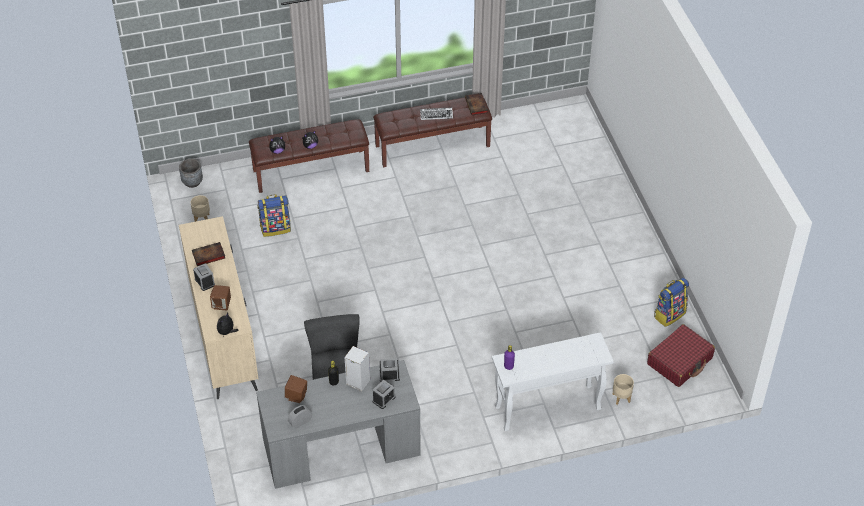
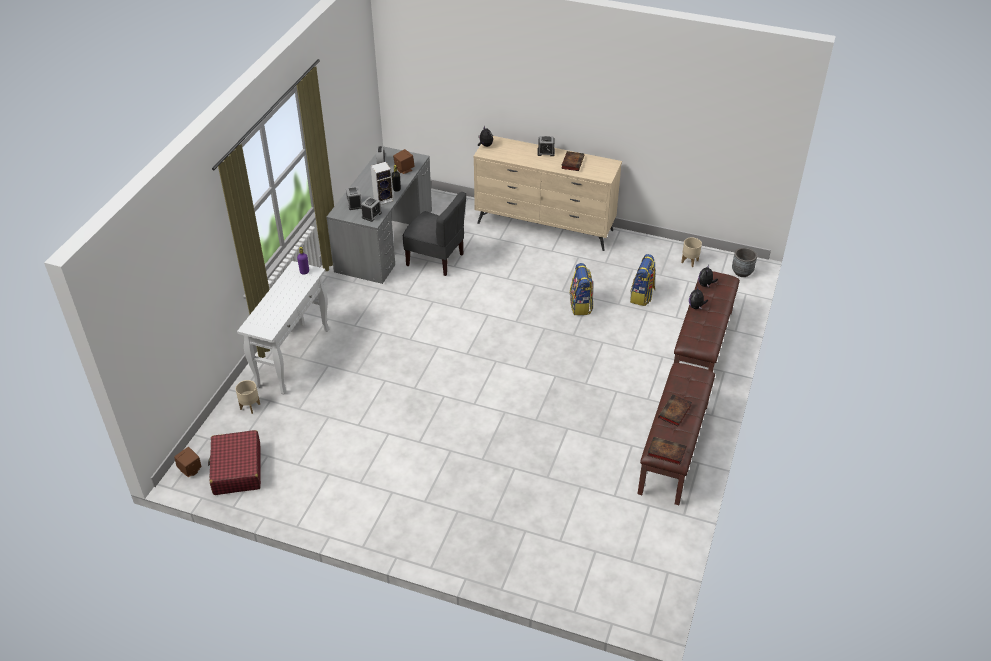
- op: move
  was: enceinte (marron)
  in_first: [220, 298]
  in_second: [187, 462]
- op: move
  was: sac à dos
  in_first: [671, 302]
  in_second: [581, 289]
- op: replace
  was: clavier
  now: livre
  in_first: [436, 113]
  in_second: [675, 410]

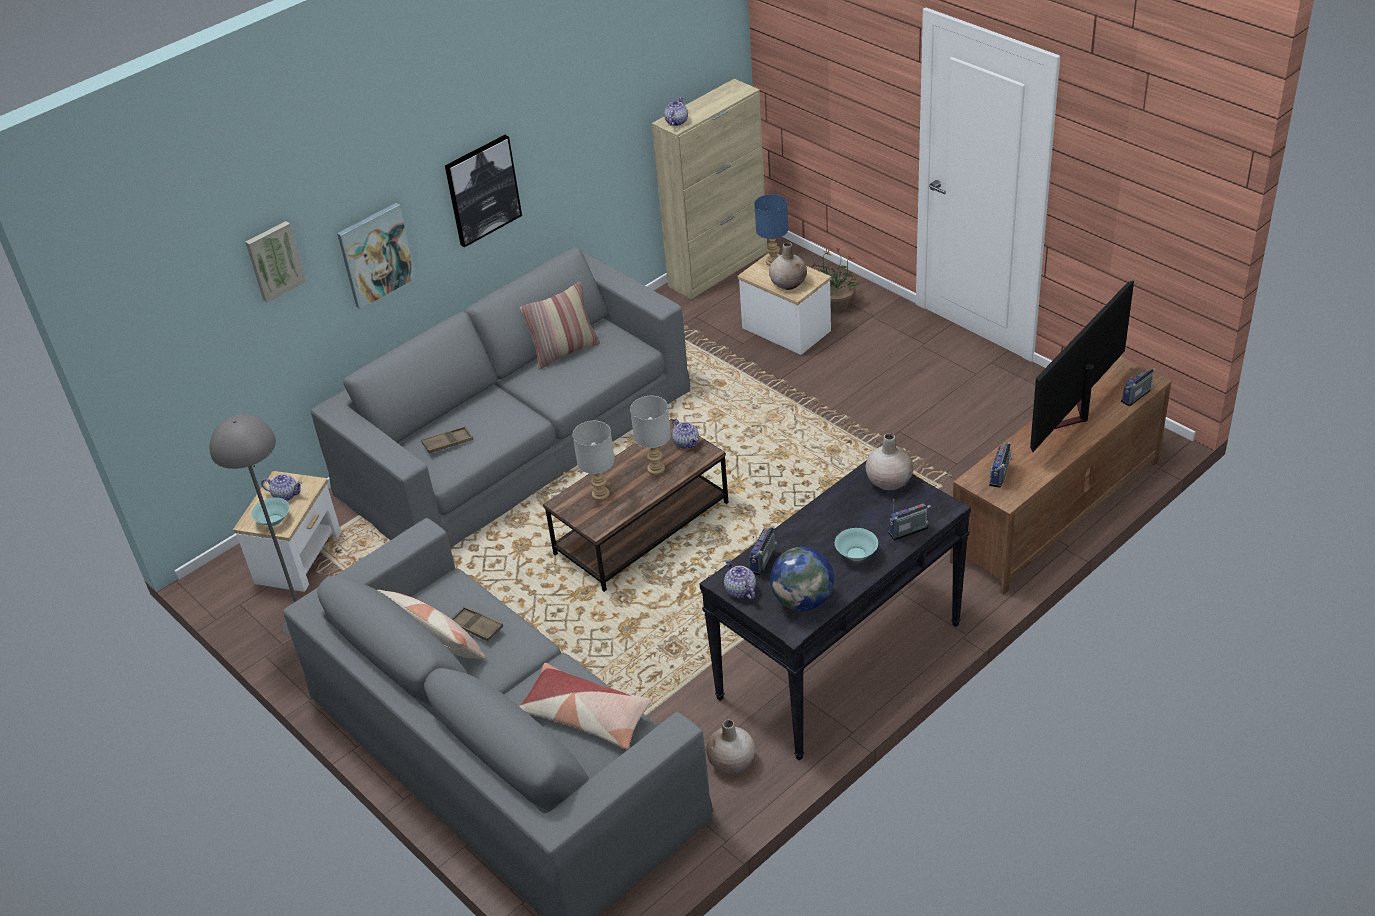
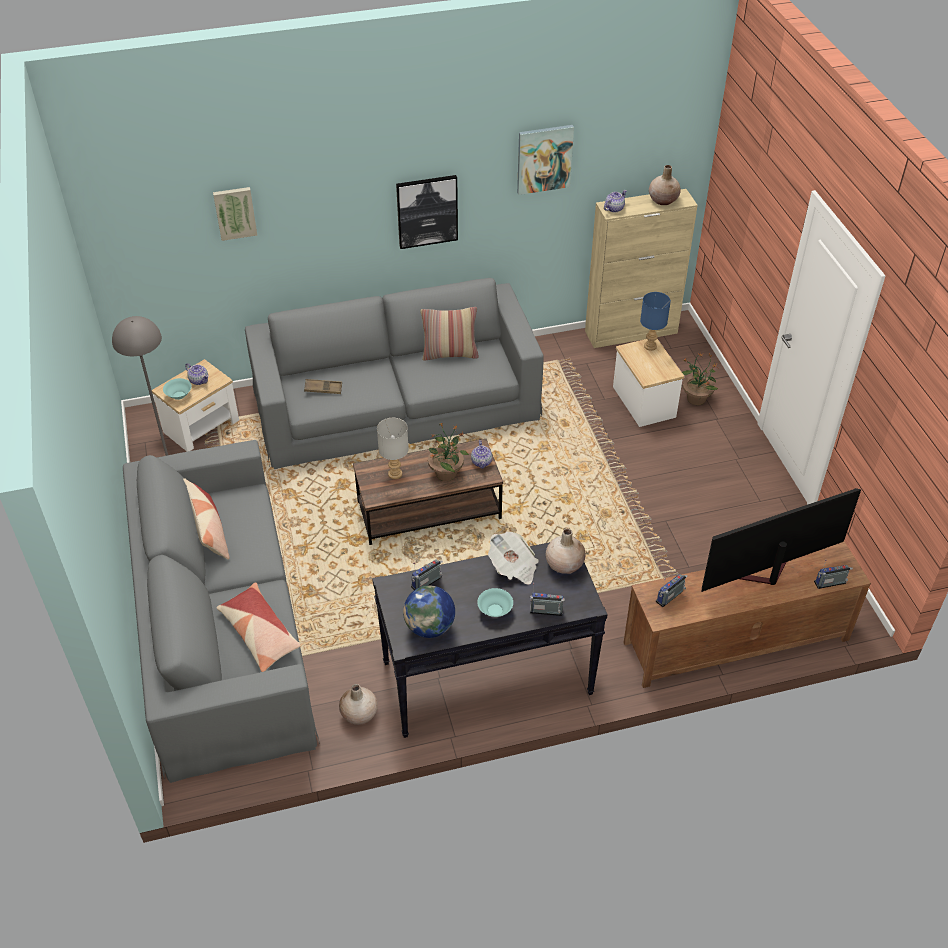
- op: replace
  was: lampe de table (gris)
  now: plante en pot
  in_first: [650, 435]
  in_second: [448, 452]
- op: insert
  now: journal
  in_second: [513, 558]
- op: move
  was: tableau
  in_first: [376, 256]
  in_second: [545, 160]
- op: move
  was: vase (beige)
  in_first: [788, 266]
  in_second: [665, 185]
- op: delete
  was: plateau (marron)
  in_first: [477, 623]
- op: delete
  was: théière
  in_first: [740, 579]

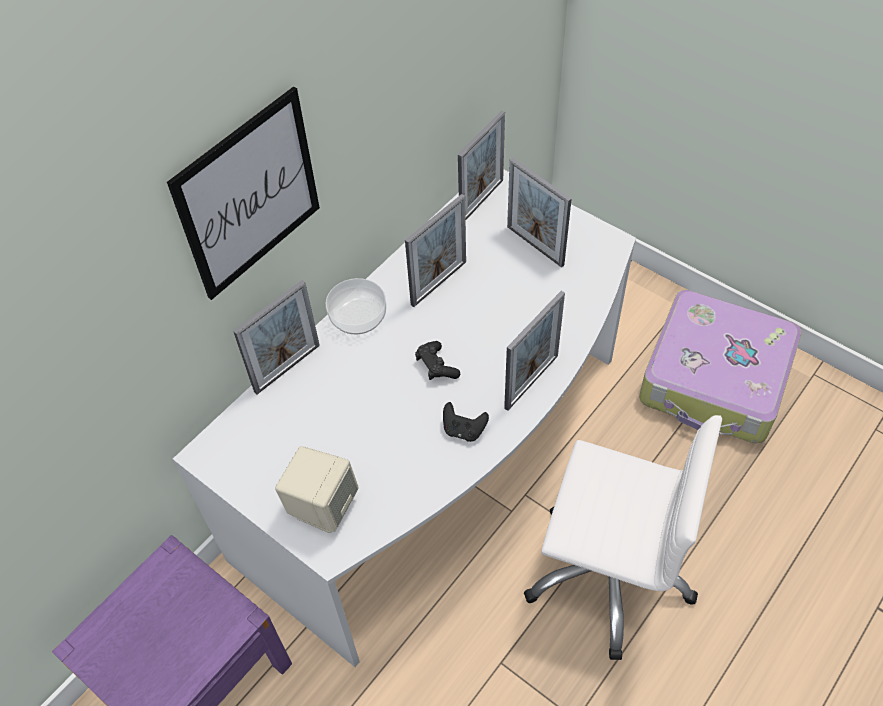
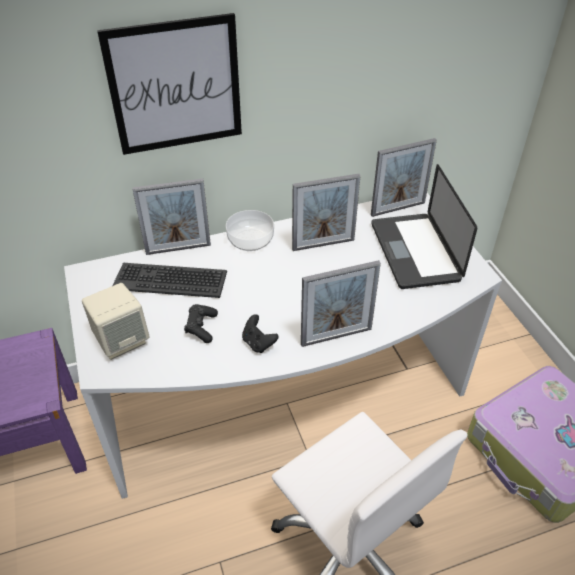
- op: insert
  now: clavier
  in_second: [169, 280]
- op: move
  was: manette (noir)
  in_first: [437, 360]
  in_second: [201, 323]
- op: replace
  was: cadre photo
  now: ordinateur portable
  in_first: [539, 213]
  in_second: [424, 226]

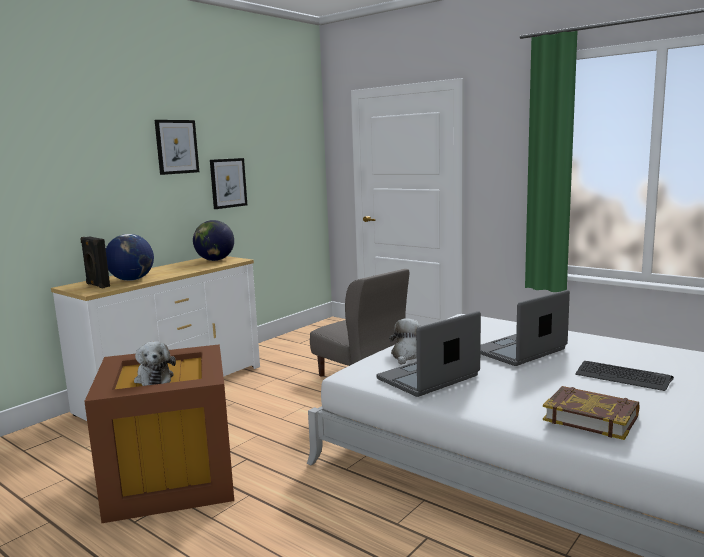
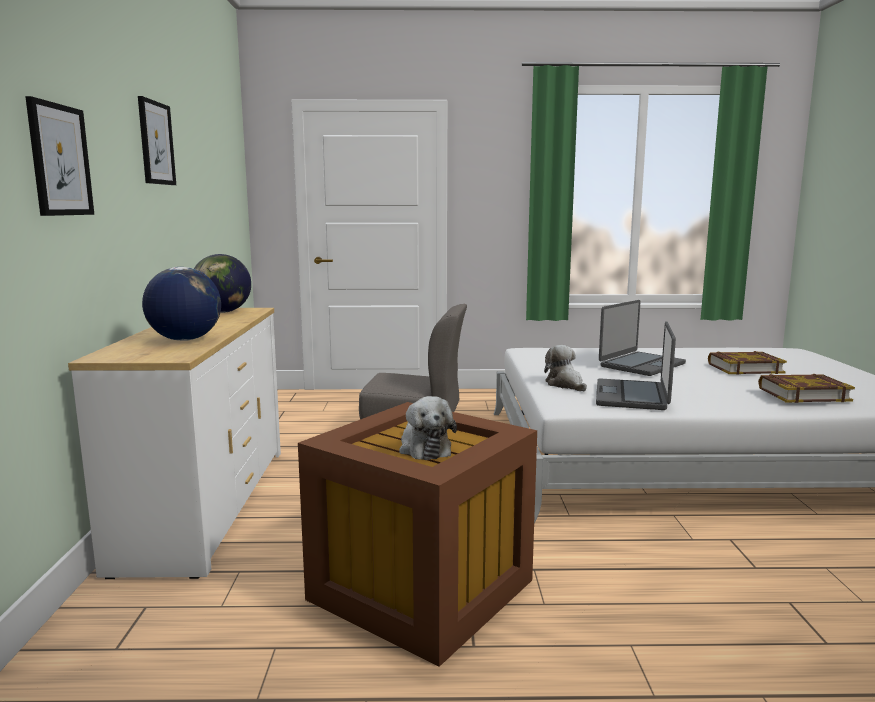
- op: move
  was: tableau
  in_first: [228, 183]
  in_second: [59, 156]
- op: rotate
  was: peluche
  in_first: [155, 363]
  in_second: [428, 428]
  clockwise: 45
- op: rotate
  was: ordinateur portable
  in_first: [525, 328]
  in_second: [642, 338]
  clockwise: -150
- op: replace
  was: clavier
  now: livre
  in_first: [624, 376]
  in_second: [747, 363]
- op: delete
  was: enceinte (noir)
  in_first: [95, 263]

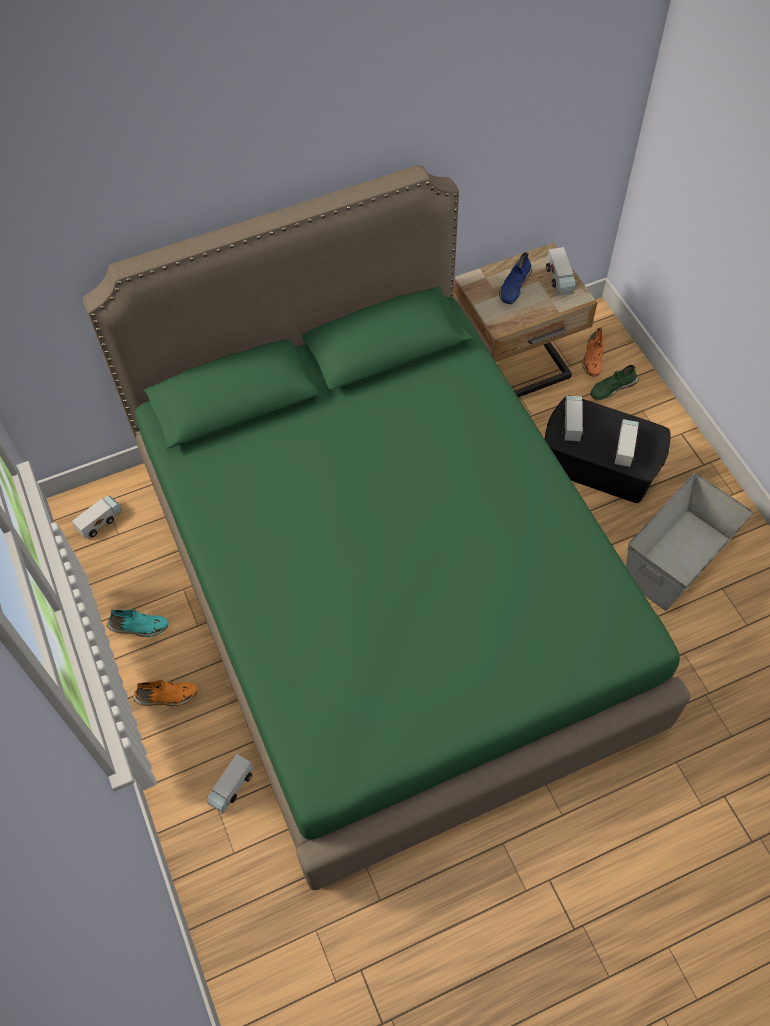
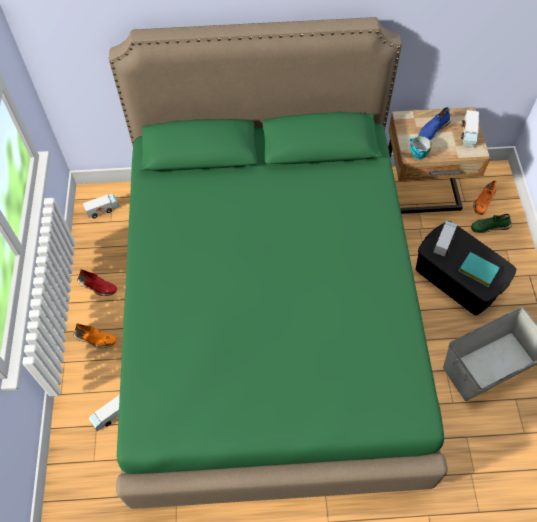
- op: recolor
  was: chaussure (turquoise)
  now: chaussure (rouge)
  in_first: [137, 623]
  in_second: [97, 282]
- op: insert
  now: tasse
  in_second: [421, 147]
- op: replace
  was: camion jouet
  now: livre (turquoise)
  in_first: [626, 443]
  in_second: [479, 269]

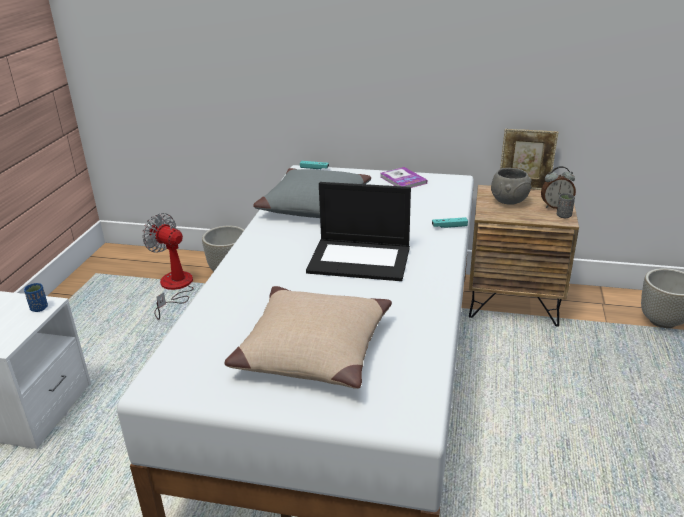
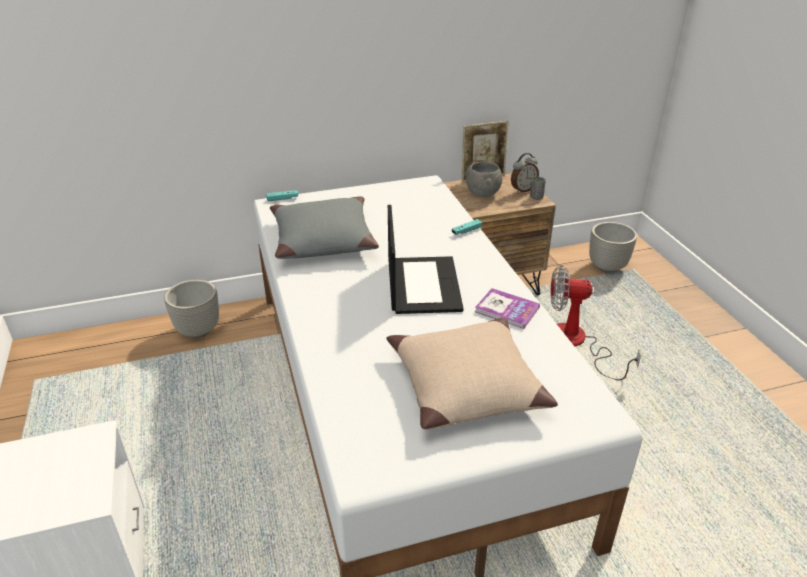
- op: rotate
  was: ordinateur portable
  in_first: [358, 231]
  in_second: [426, 259]
  clockwise: -75
- op: move
  was: livre
  in_first: [403, 177]
  in_second: [507, 308]
- op: move
  was: ventilateur
  in_first: [168, 266]
  in_second: [596, 322]
- op: delete
  was: tasse (bleu)
  in_first: [36, 297]

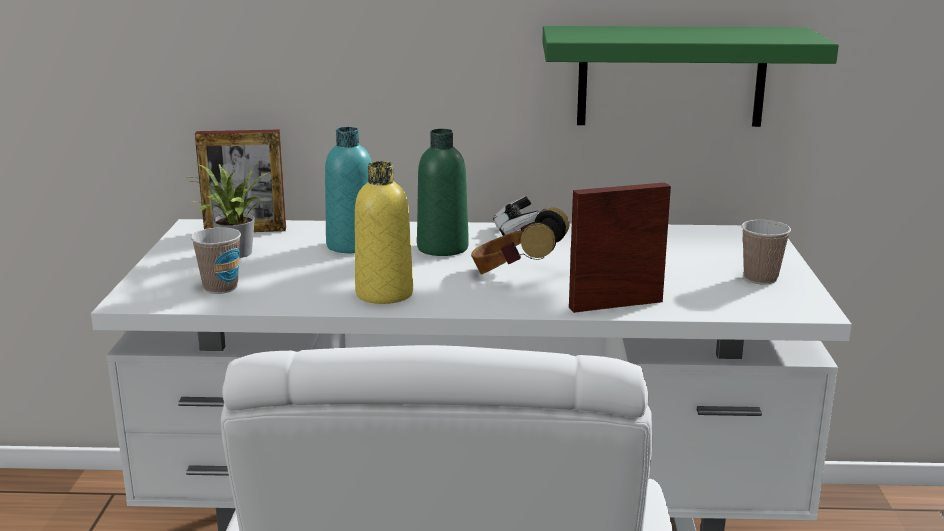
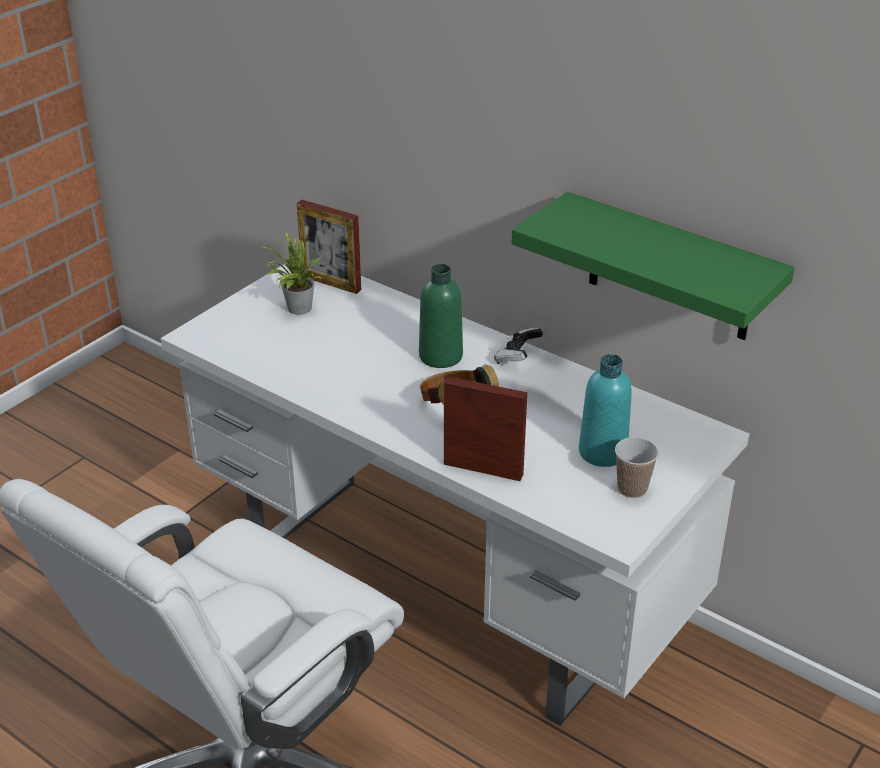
- op: move
  was: bouteille (turquoise)
  in_first: [348, 190]
  in_second: [605, 410]
- op: delete
  was: tasse
  in_first: [216, 260]
- op: delete
  was: bouteille (jaune)
  in_first: [384, 232]

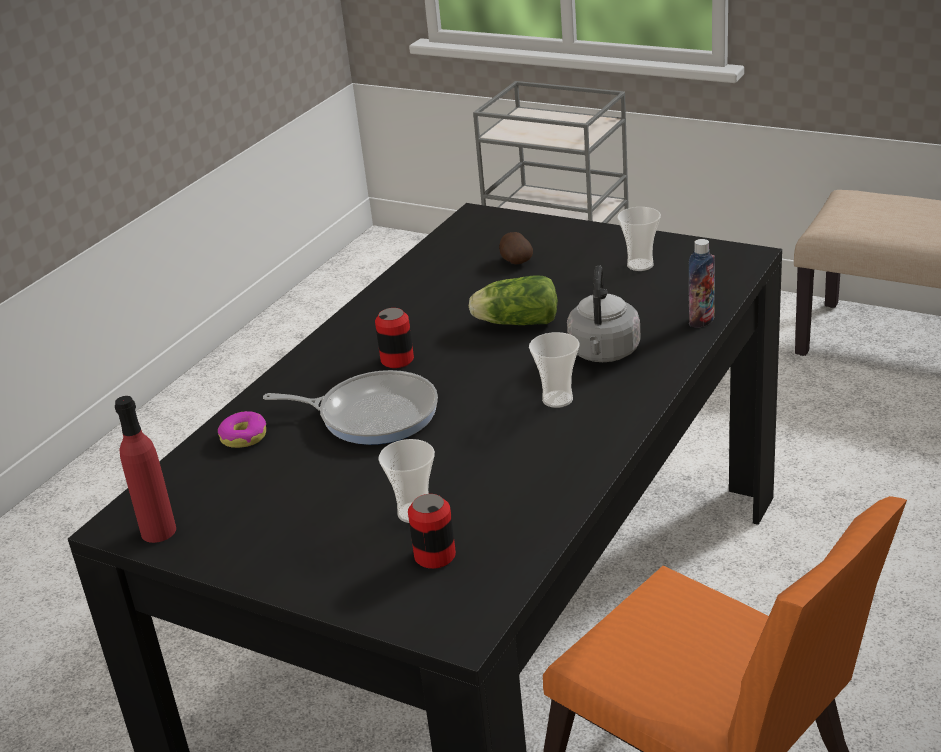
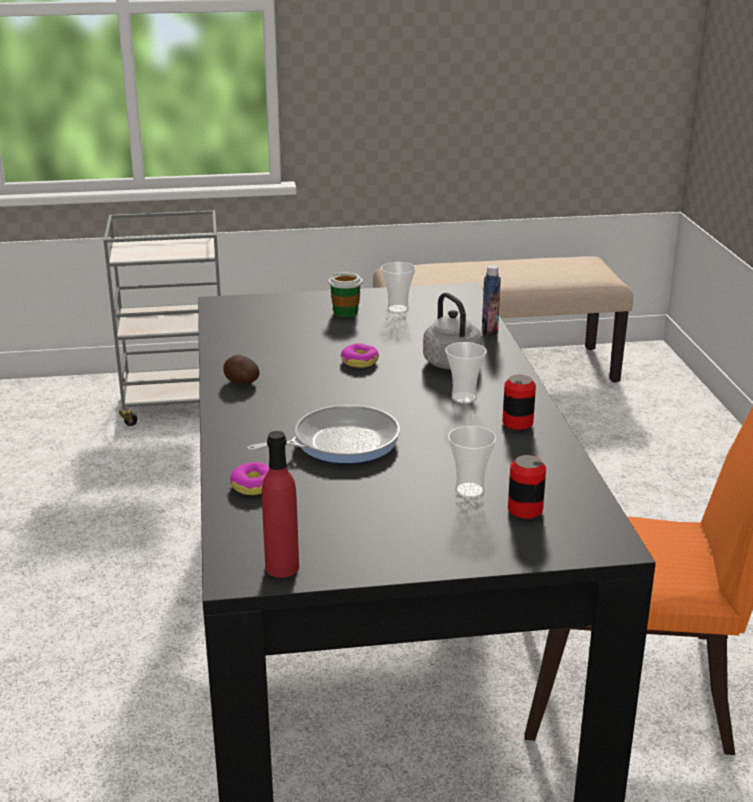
- op: move
  was: pomme de terre
  in_first: [516, 248]
  in_second: [241, 369]
- op: insert
  now: tasse
  in_second: [345, 294]
- op: replace
  was: laitue
  now: beignet
  in_first: [513, 300]
  in_second: [360, 355]
- op: move
  was: boîte métallique
  in_first: [394, 338]
  in_second: [519, 402]

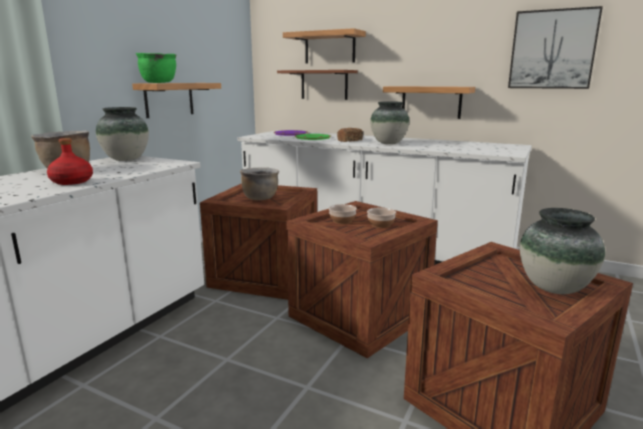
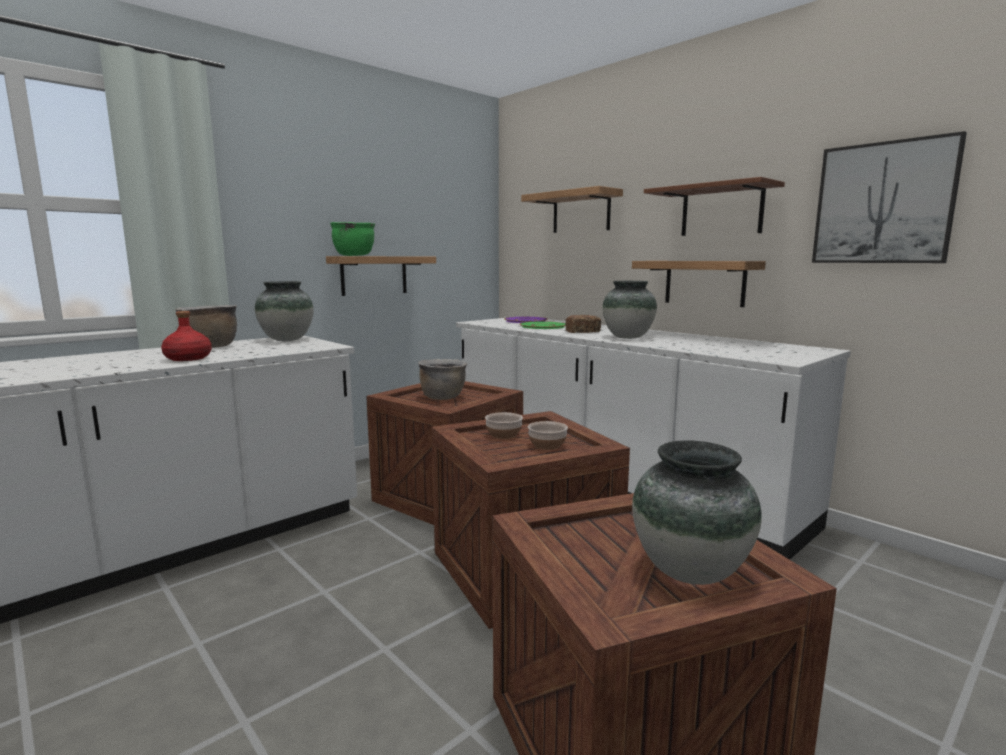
- op: move
  was: étagère (marron)
  in_first: [317, 85]
  in_second: [714, 206]

